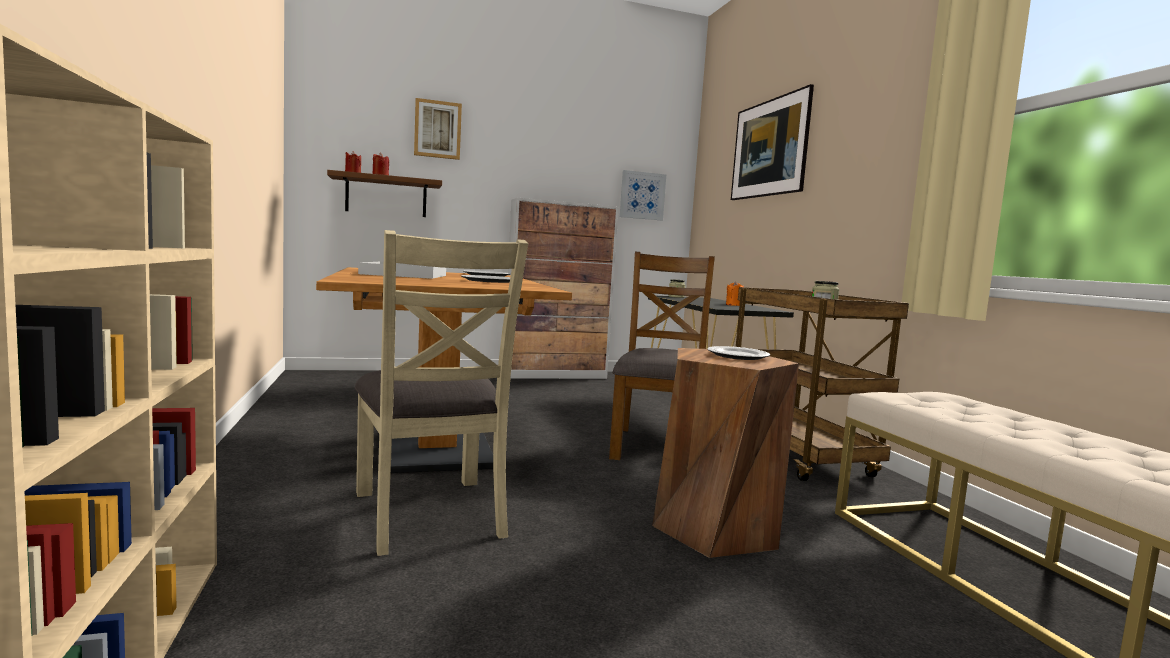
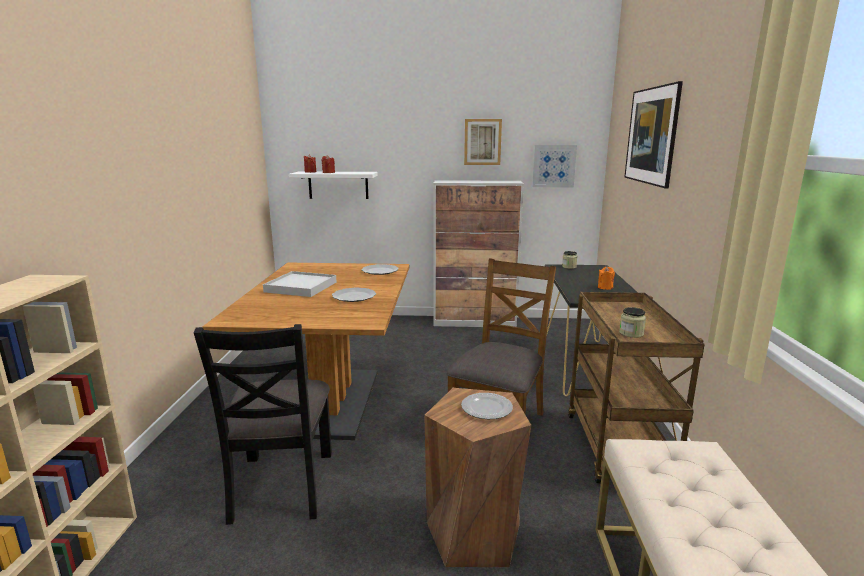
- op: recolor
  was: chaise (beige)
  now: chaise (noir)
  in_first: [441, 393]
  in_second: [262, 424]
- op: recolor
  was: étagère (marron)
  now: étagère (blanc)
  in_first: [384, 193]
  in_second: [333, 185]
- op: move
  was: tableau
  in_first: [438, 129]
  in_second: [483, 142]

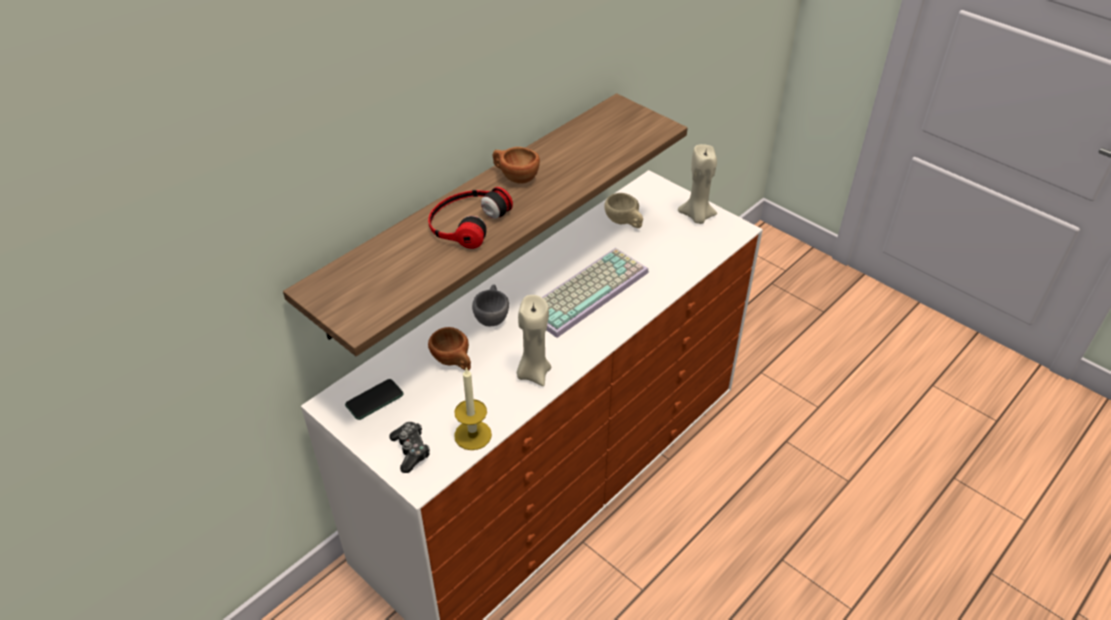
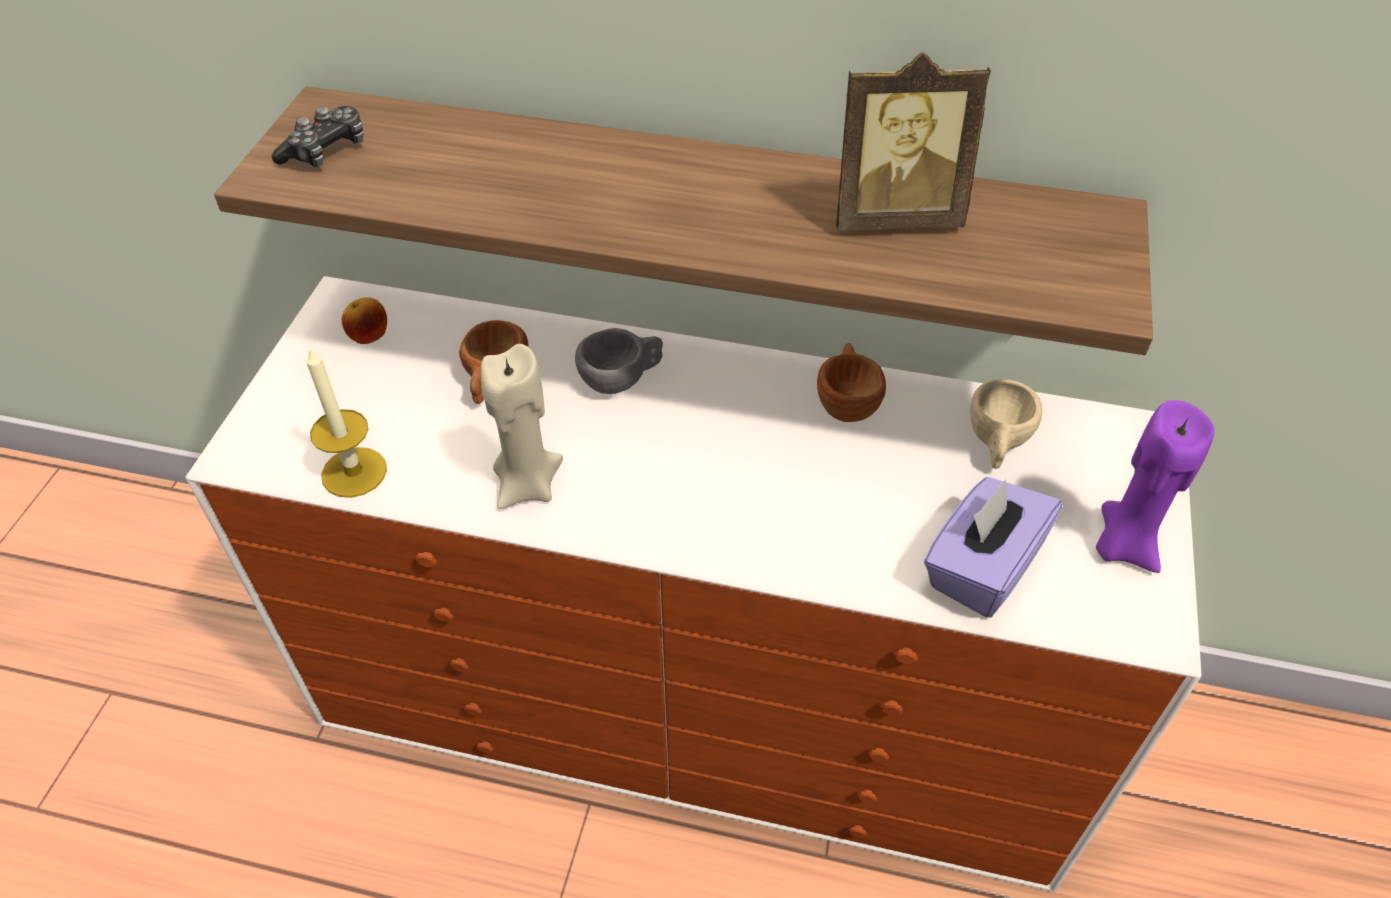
- op: move
  was: manette
  in_first: [409, 447]
  in_second: [318, 137]
- op: replace
  was: téléphone
  now: pomme
  in_first: [374, 399]
  in_second: [364, 320]
- op: move
  was: tasse (marron)
  in_first: [516, 165]
  in_second: [851, 382]
- op: insert
  now: cadre photo
  in_second: [913, 141]
- op: insert
  now: boîte à mouchoirs (violet)
  in_second: [993, 547]
- op: recolor
  was: bougie (beige)
  now: bougie (violet)
  in_first: [697, 184]
  in_second: [1155, 486]
- op: delete
  was: casque audio
  in_first: [470, 218]
- op: delete
  was: clavier
  in_first: [595, 293]

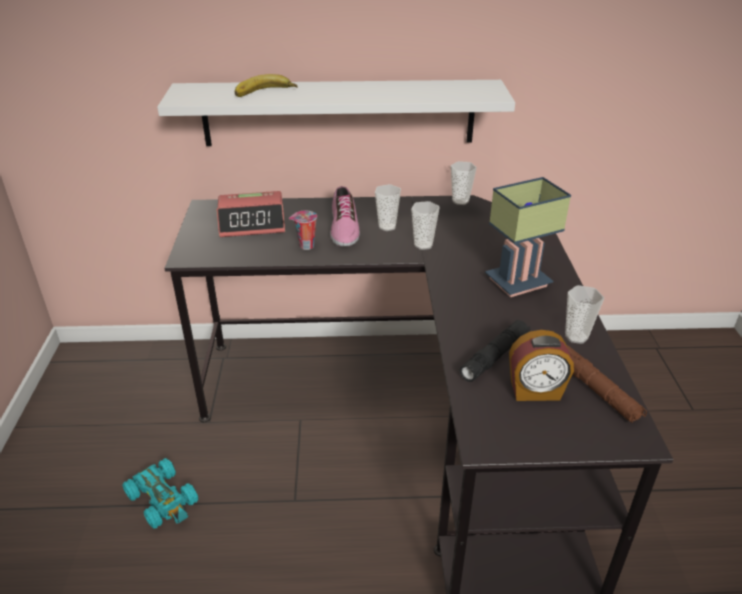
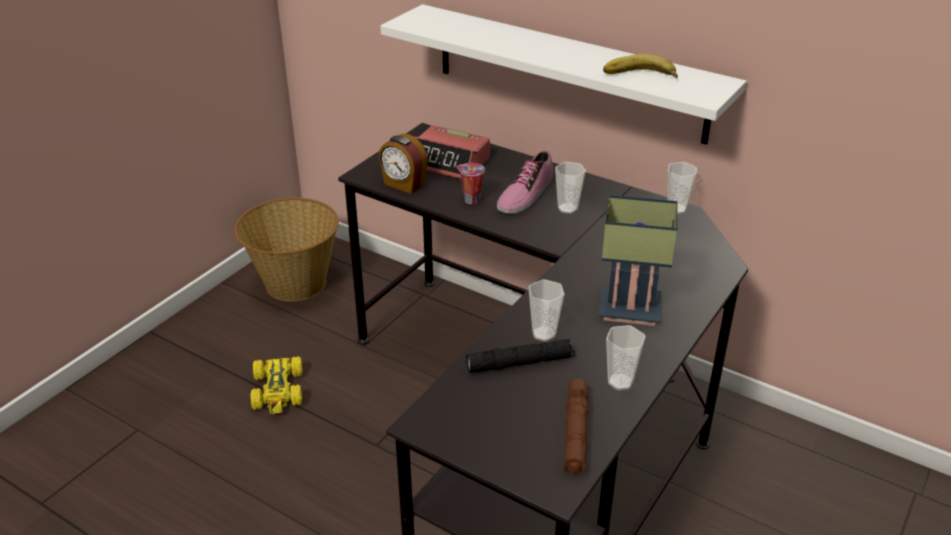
- op: insert
  now: panier
  in_second: [286, 249]
- op: recolor
  was: petite voiture (turquoise)
  now: petite voiture (jaune)
  in_first: [160, 493]
  in_second: [276, 385]
- op: move
  was: réveil
  in_first: [541, 365]
  in_second: [403, 164]
- op: move
  was: tasse
  in_first: [425, 225]
  in_second: [546, 310]
- op: move
  was: banane
  in_first: [266, 85]
  in_second: [640, 66]

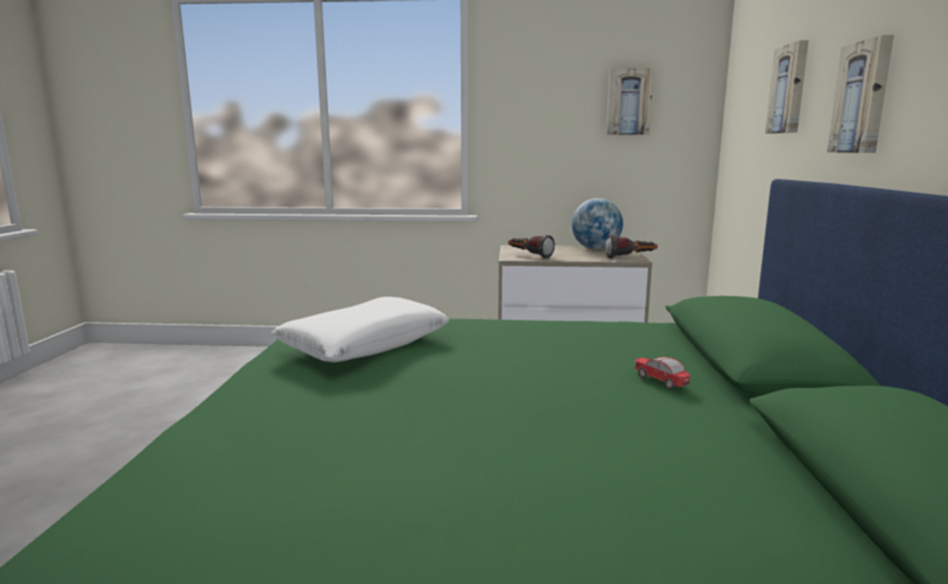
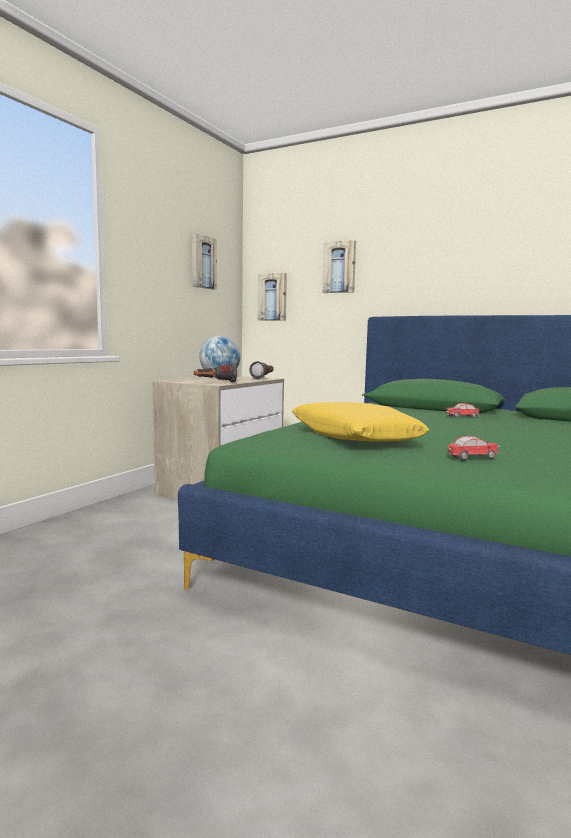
- op: move
  was: tableau
  in_first: [860, 94]
  in_second: [272, 297]
- op: recolor
  was: coussin (blanc)
  now: coussin (jaune)
  in_first: [360, 329]
  in_second: [360, 422]
- op: insert
  now: petite voiture
  in_second: [474, 448]

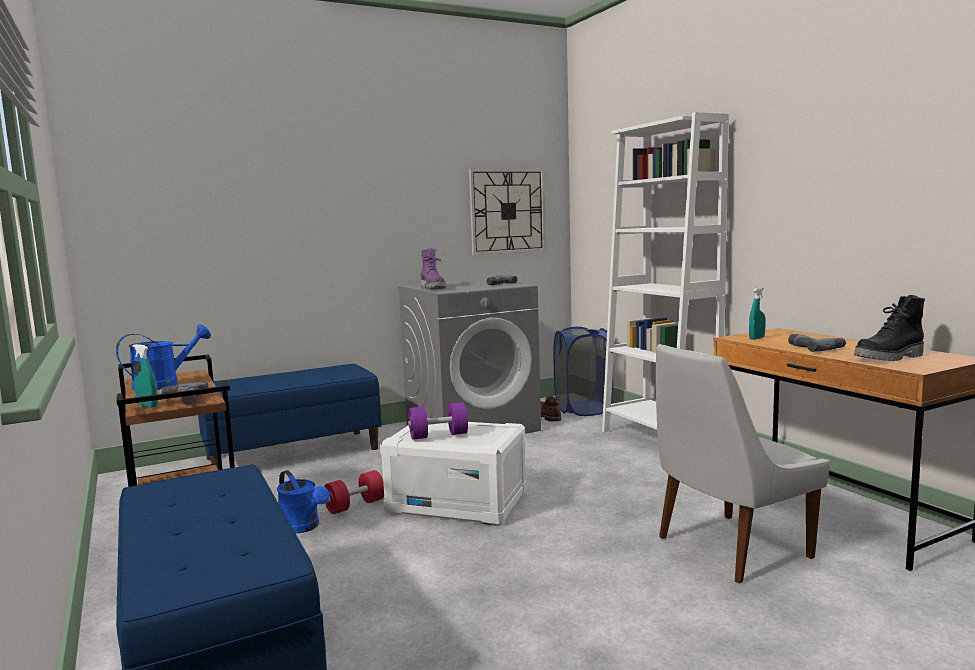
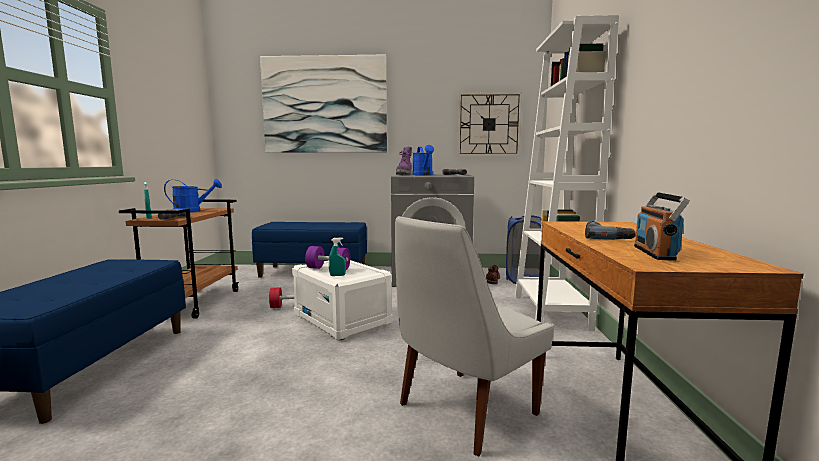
- op: insert
  now: tableau
  in_second: [323, 103]
- op: move
  was: vaporisateur (turquoise)
  in_first: [757, 313]
  in_second: [337, 257]
- op: rotate
  was: chaise (blanc)
  in_first: [743, 464]
  in_second: [474, 336]
  clockwise: -45
- op: move
  was: arrosoir (bleu)
  in_first: [303, 502]
  in_second: [423, 160]
- op: replace
  was: botte (noir)
  now: radio
  in_first: [889, 328]
  in_second: [662, 226]

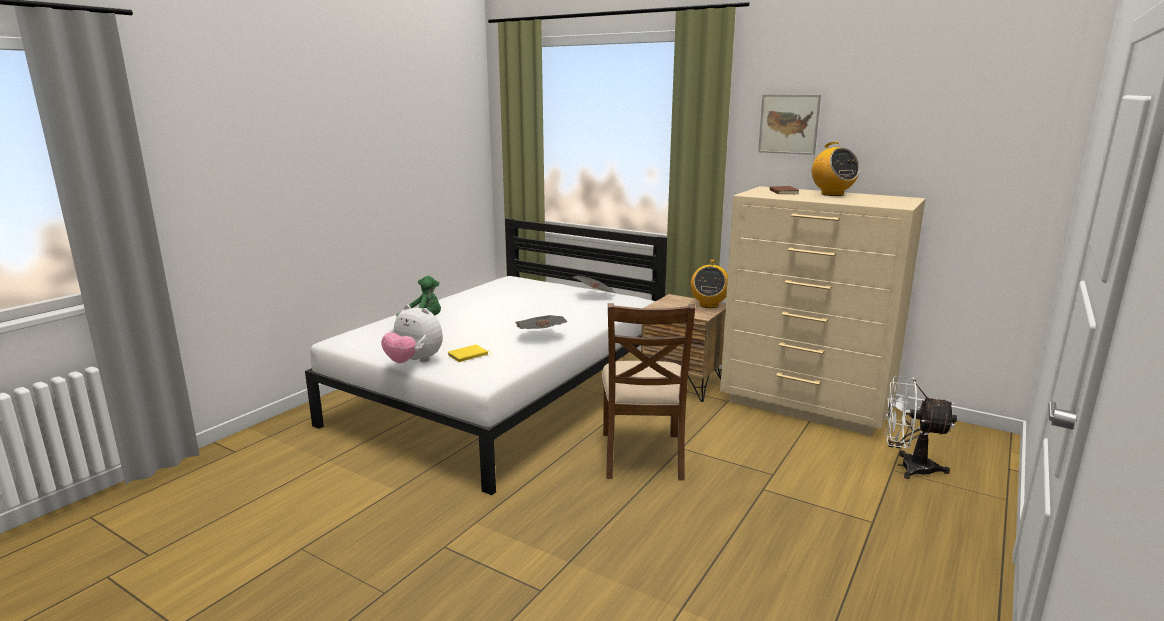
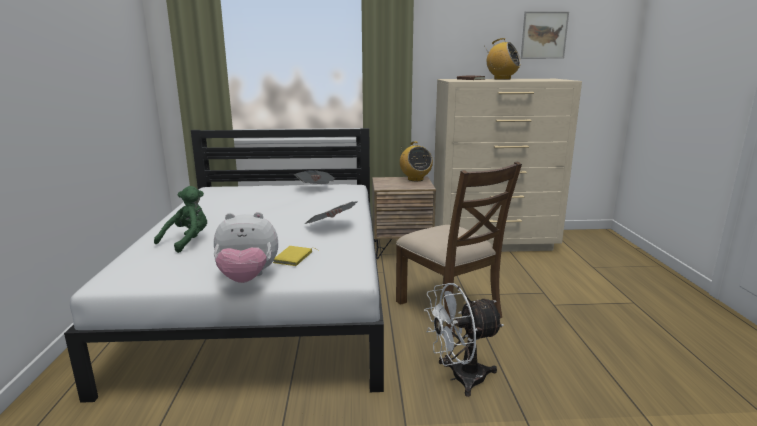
- op: move
  was: ventilateur (blanc)
  in_first: [921, 427]
  in_second: [464, 340]
- op: move
  was: tableau
  in_first: [789, 124]
  in_second: [545, 35]

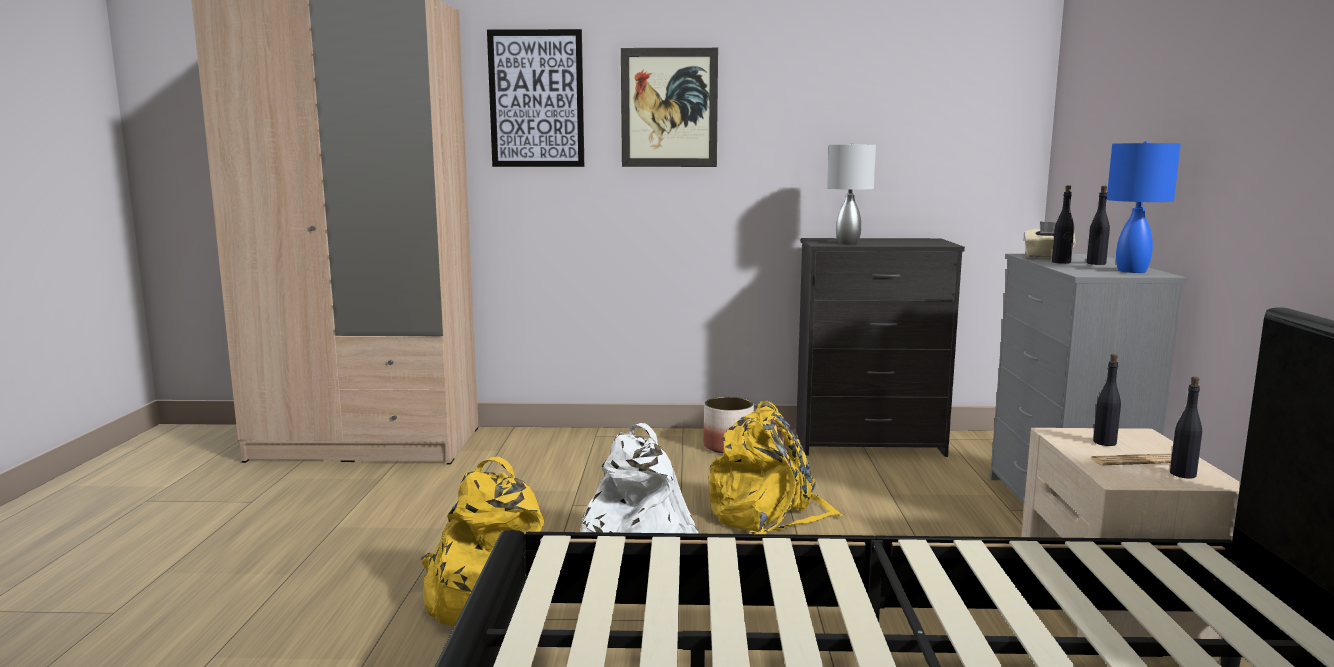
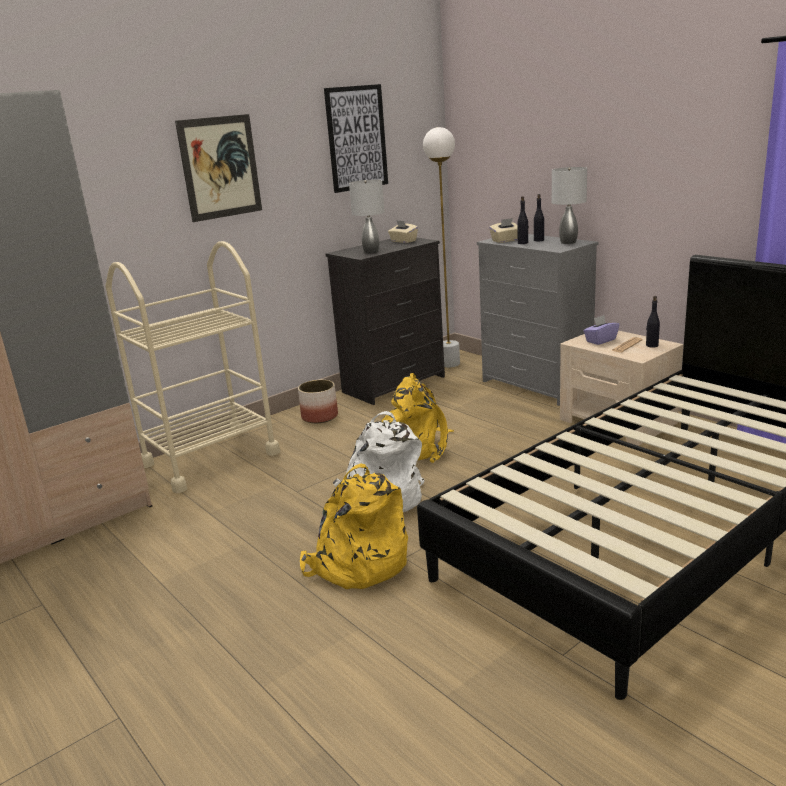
- op: insert
  now: chariot (beige)
  in_second: [193, 367]
- op: move
  was: tableau
  in_first: [535, 98]
  in_second: [356, 138]
- op: insert
  now: boîte à mouchoirs (beige)
  in_second: [403, 231]
- op: insert
  now: lampadaire (blanc)
  in_second: [441, 247]
- op: recolor
  was: lampe de table (bleu)
  now: lampe de table (gris)
  in_first: [1144, 207]
  in_second: [569, 205]
- op: replace
  was: bouteille (noir)
  now: boîte à mouchoirs (violet)
  in_first: [1107, 400]
  in_second: [601, 330]

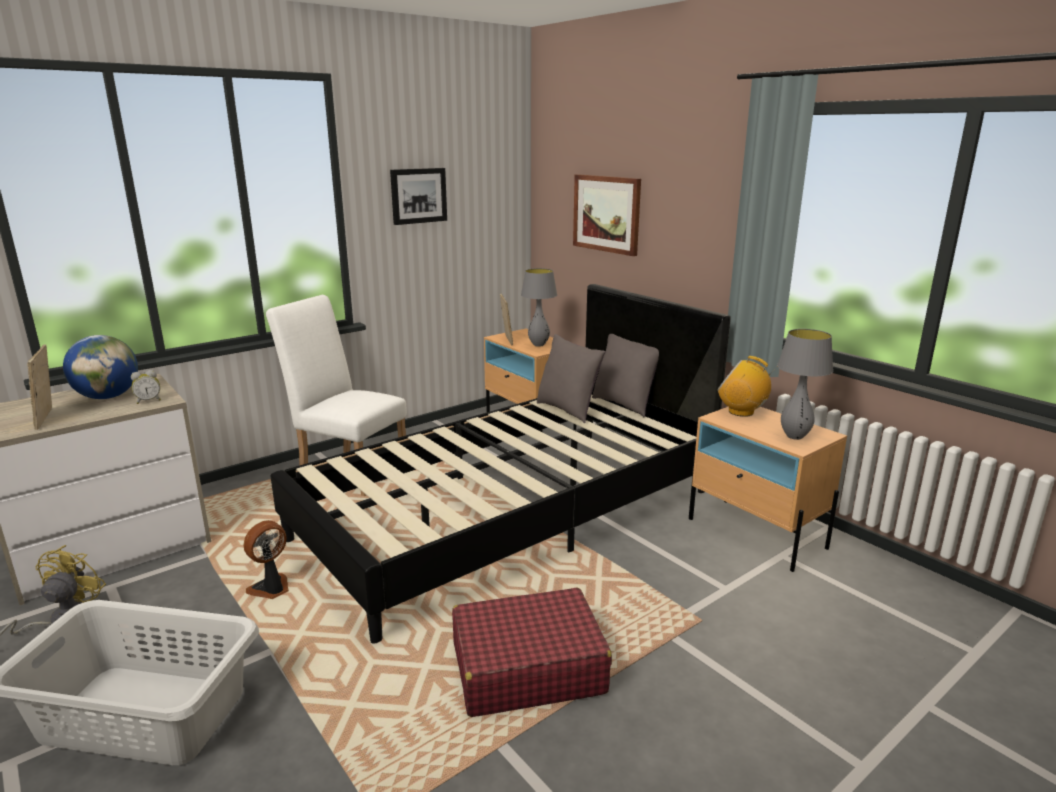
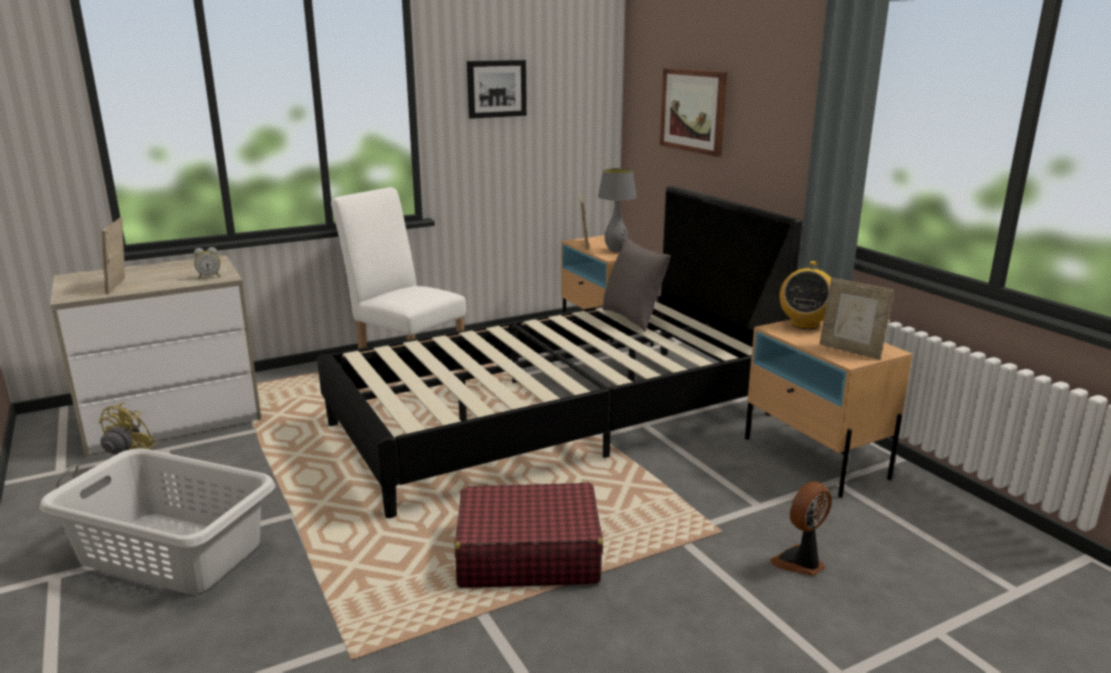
- op: move
  was: ventilateur
  in_first: [266, 559]
  in_second: [801, 528]
- op: rotate
  was: radio
  in_first: [747, 386]
  in_second: [805, 295]
  clockwise: -105
- op: replace
  was: lampe de table (gris)
  now: cadre photo
  in_first: [805, 384]
  in_second: [857, 319]
- op: delete
  was: globe
  in_first: [100, 367]
- op: delete
  was: coussin (gris)
  in_first: [625, 375]

